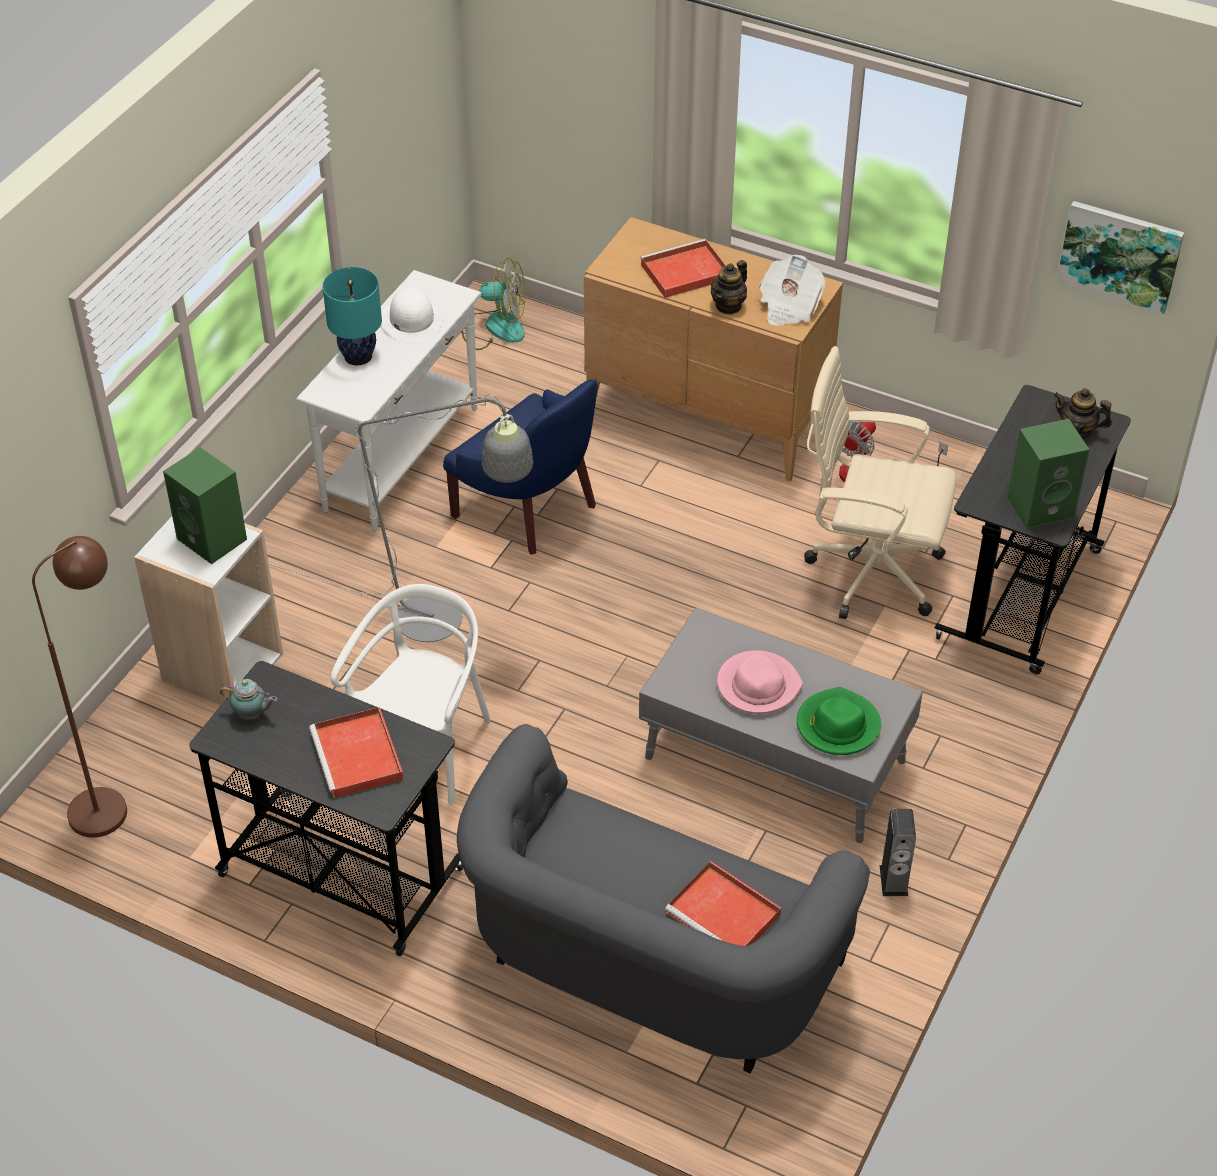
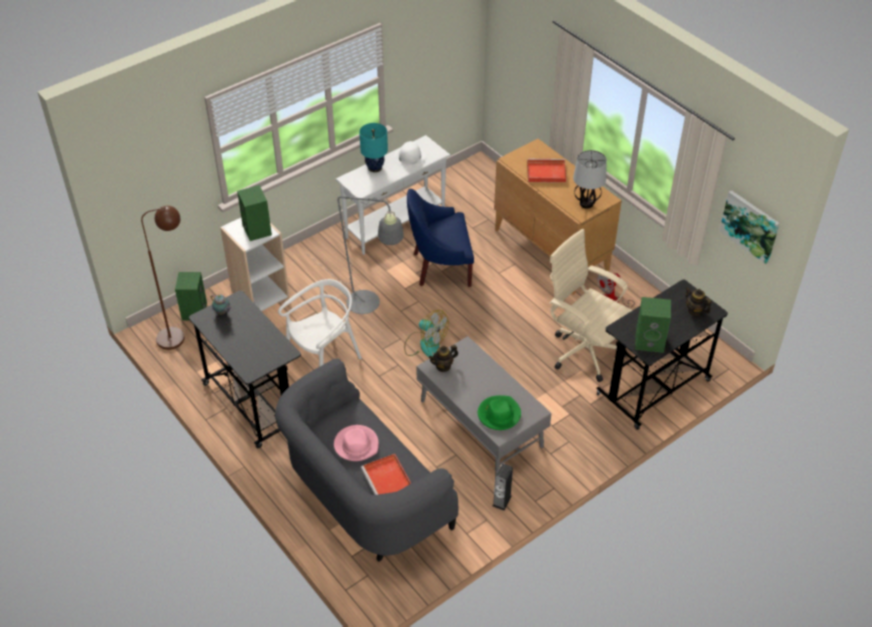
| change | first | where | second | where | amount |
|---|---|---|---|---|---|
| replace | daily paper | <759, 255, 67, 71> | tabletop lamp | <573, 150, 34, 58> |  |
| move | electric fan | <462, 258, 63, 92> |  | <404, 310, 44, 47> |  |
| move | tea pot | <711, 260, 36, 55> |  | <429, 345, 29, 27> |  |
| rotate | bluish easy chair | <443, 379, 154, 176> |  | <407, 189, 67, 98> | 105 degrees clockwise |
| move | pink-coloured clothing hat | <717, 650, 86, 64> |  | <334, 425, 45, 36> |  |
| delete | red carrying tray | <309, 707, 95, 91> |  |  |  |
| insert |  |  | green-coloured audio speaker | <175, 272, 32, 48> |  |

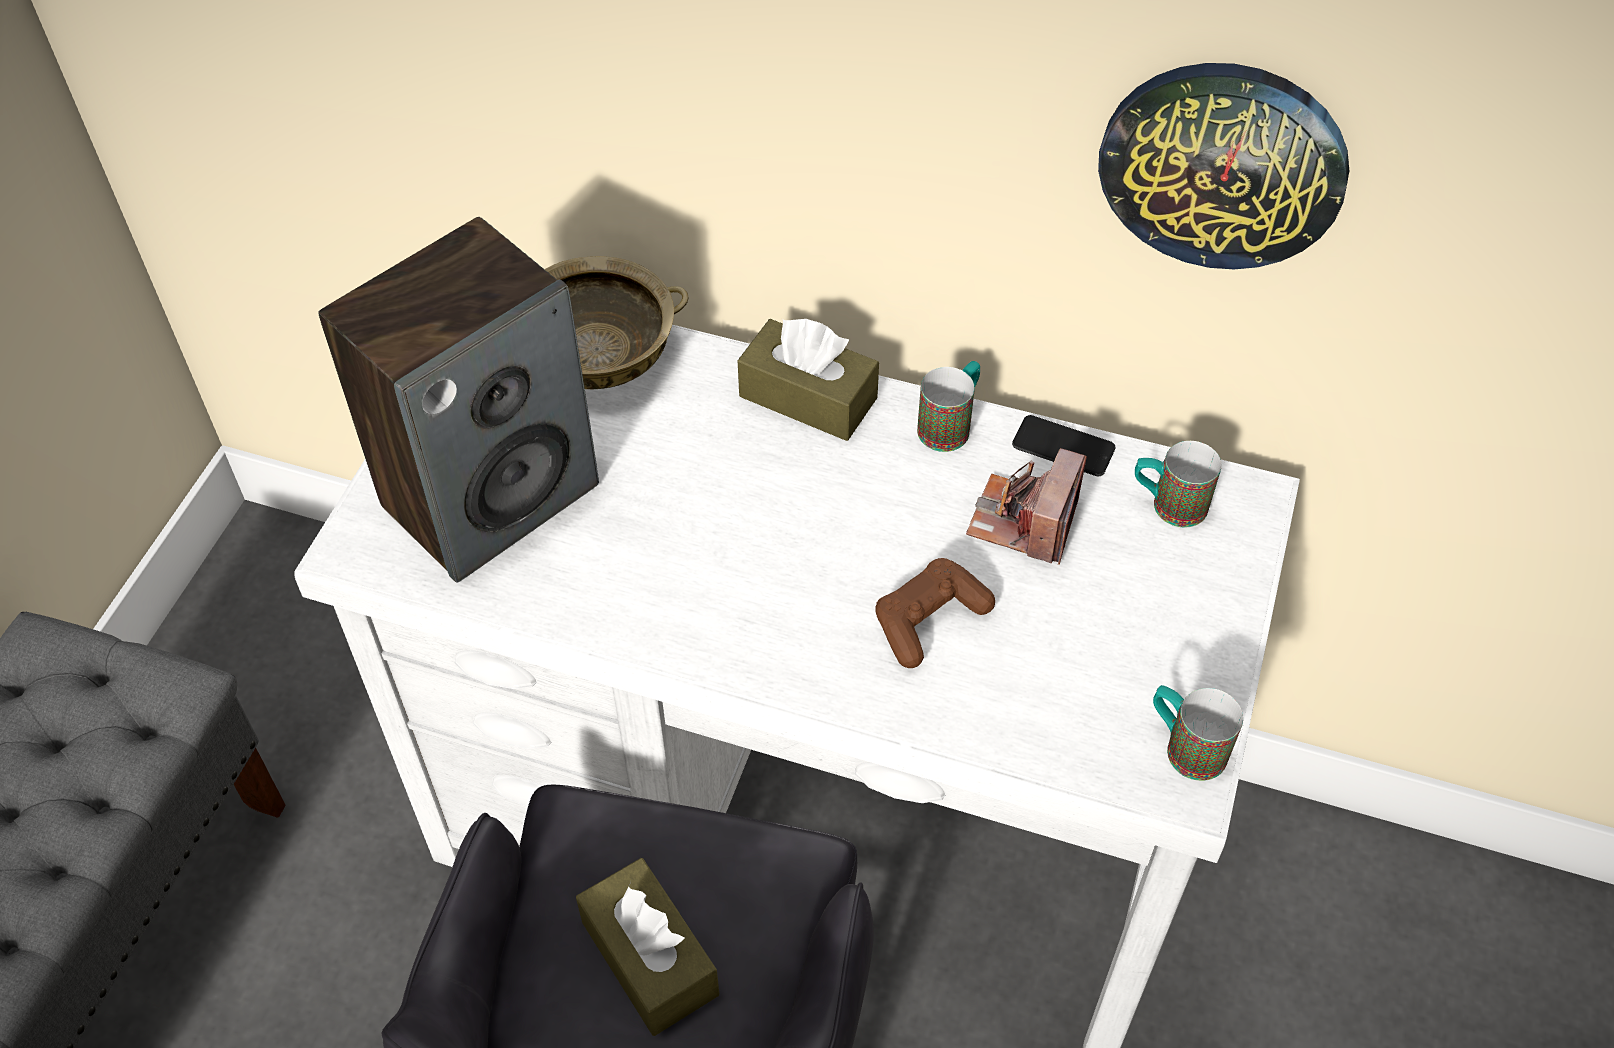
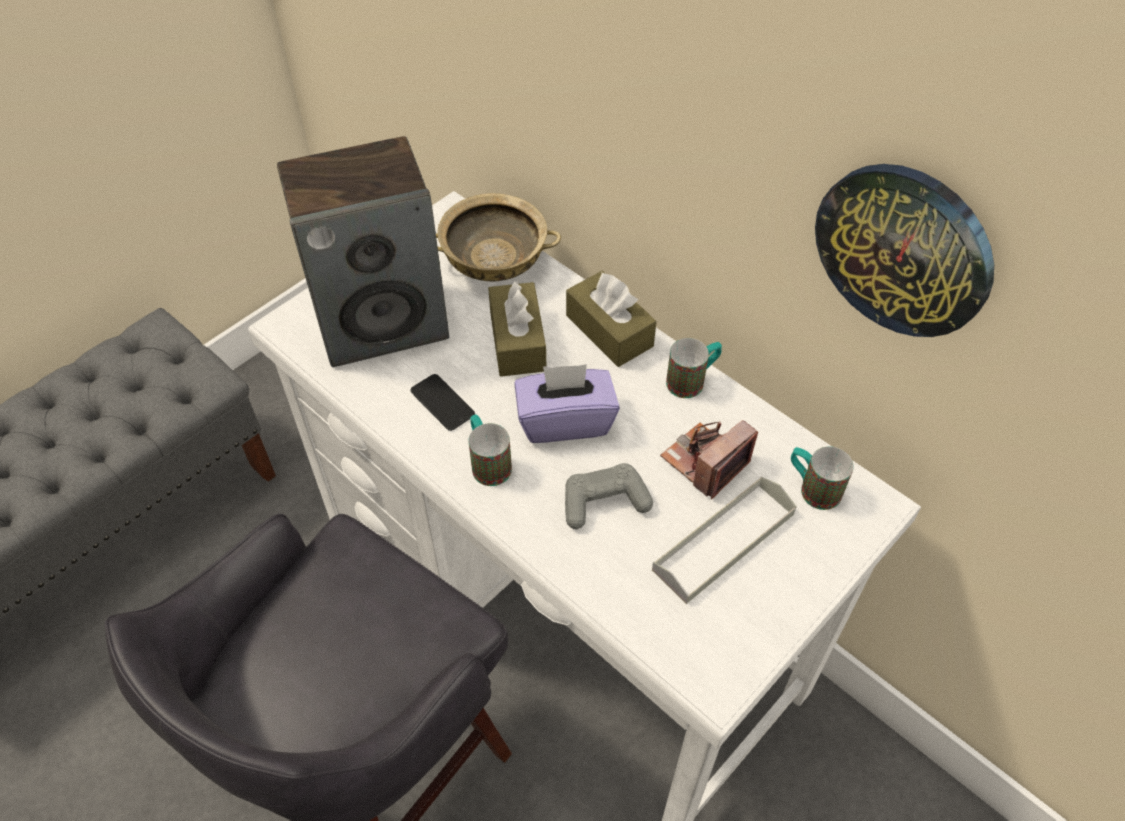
| change | first | where | second | where | amount |
|---|---|---|---|---|---|
| move | phone | <1012, 415, 103, 61> |  | <411, 374, 64, 57> |  |
| recolor | brown gamepad | <875, 558, 120, 110> | greyish gamepad | <565, 463, 88, 66> |  |
| move | tea mug | <1153, 685, 90, 96> |  | <469, 415, 43, 71> |  |
| move | brown tissue holder | <576, 858, 143, 178> |  | <488, 281, 58, 96> |  |
| insert |  |  | purplish tissue holder | <514, 364, 106, 79> |  |
| insert |  |  | greyish carrying tray | <652, 476, 145, 128> |  |

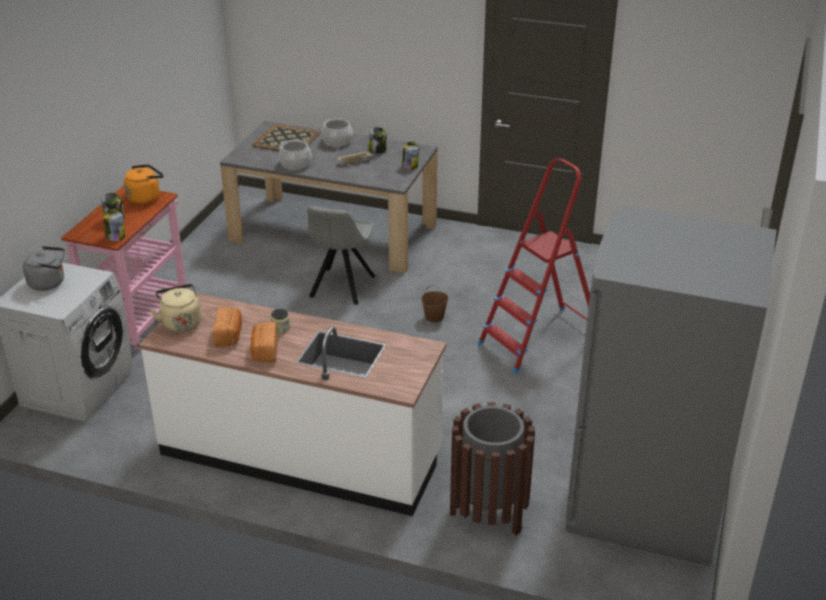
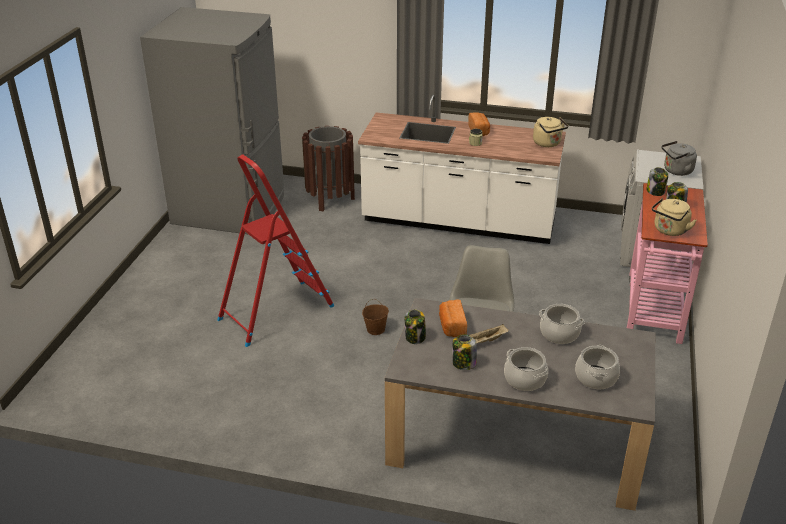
| change | first | where | second | where | amount |
|---|---|---|---|---|---|
| replace | carrying tray | <252, 124, 68, 27> | cooking pot | <575, 345, 45, 44> |  |
| recolor | orangey kettle | <124, 164, 40, 40> | beige-coloured kettle | <652, 198, 45, 38> |  |
| move | bread | <213, 307, 29, 40> |  | <439, 299, 28, 38> |  |

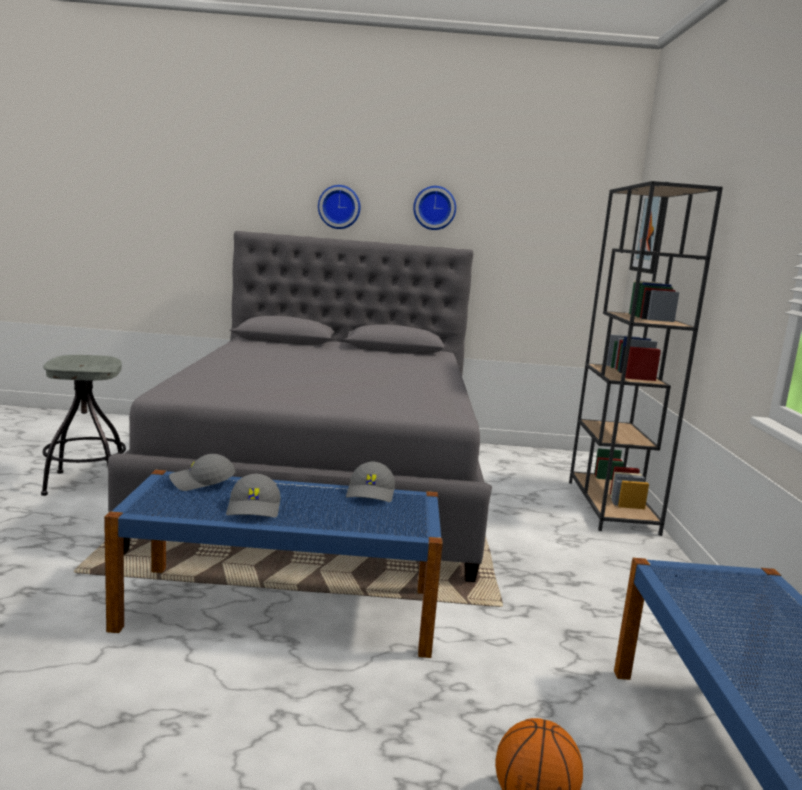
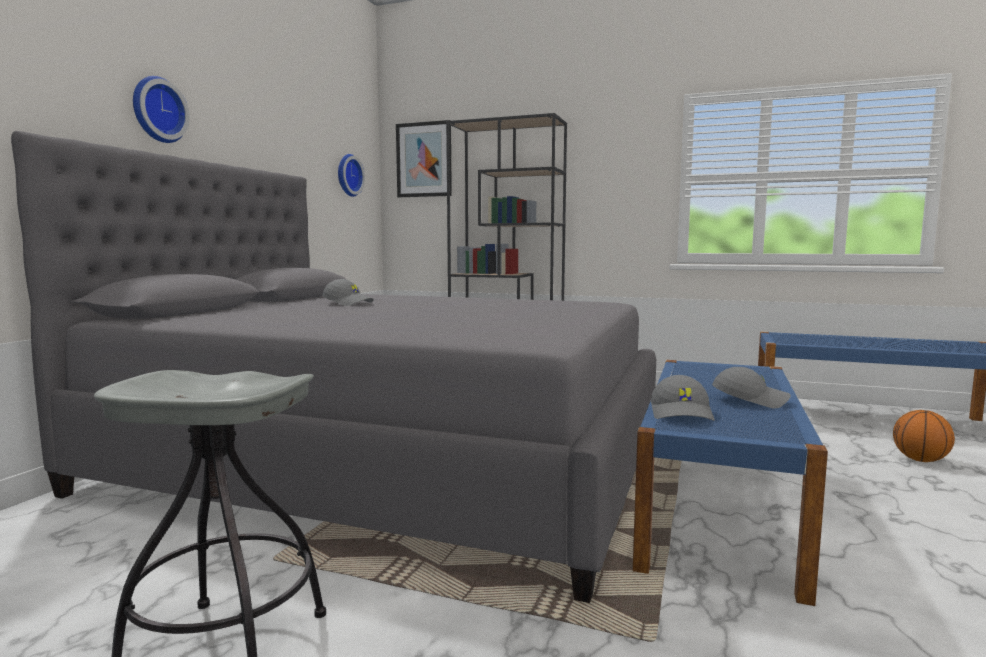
| change | first | where | second | where | amount |
|---|---|---|---|---|---|
| move | wall clock | <413, 186, 43, 44> |  | <338, 154, 27, 43> |  |
| move | greyish peaked cap | <346, 462, 49, 40> |  | <322, 279, 52, 27> |  |

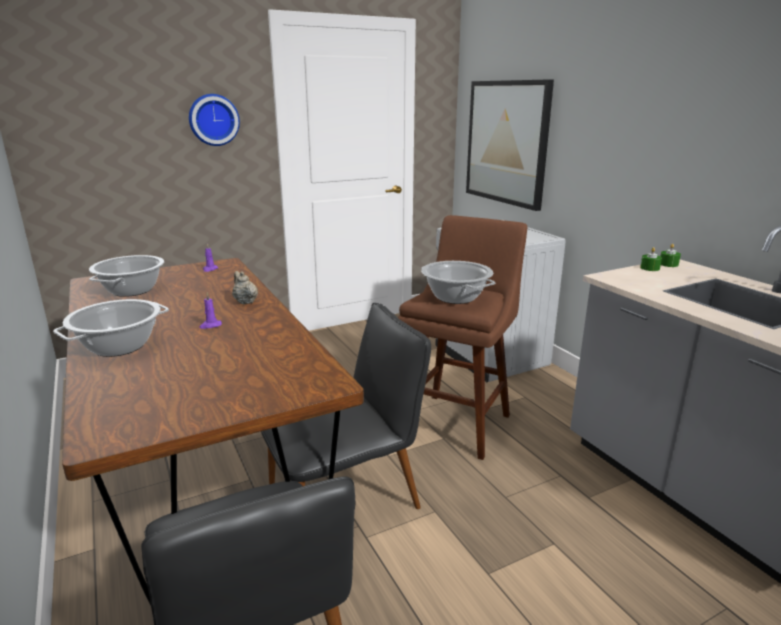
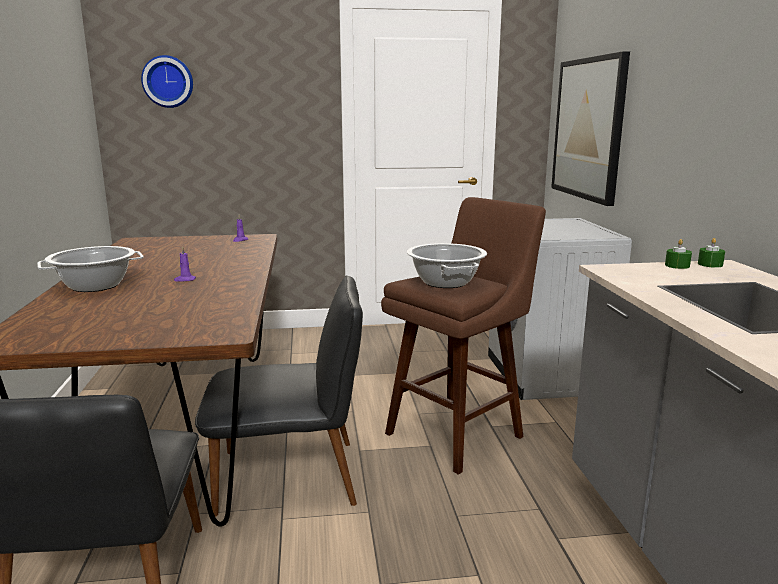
| change | first | where | second | where | amount |
|---|---|---|---|---|---|
| move | wall clock | <189, 94, 51, 52> |  | <141, 55, 52, 53> |  |
| delete | cooking pot | <89, 255, 75, 42> |  |  |  |
| delete | beige-coloured tea pot | <232, 271, 26, 33> |  |  |  |

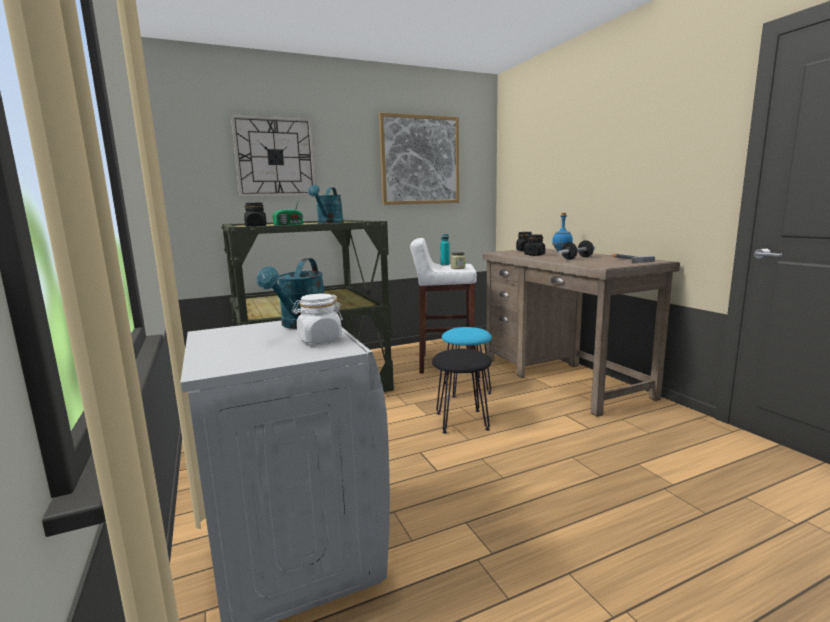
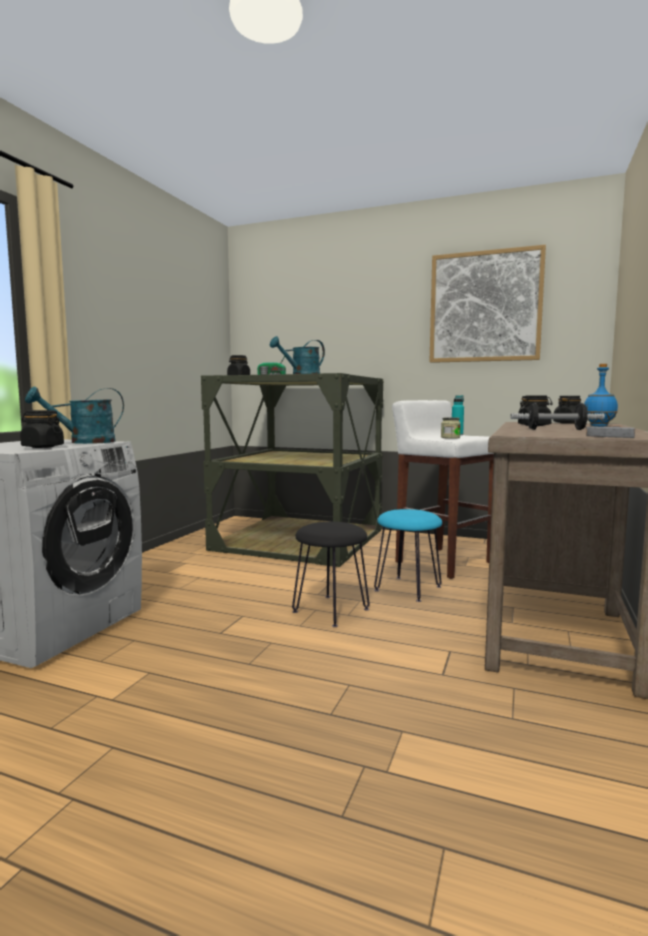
| change | first | where | second | where | amount |
|---|---|---|---|---|---|
| delete | wall clock | <231, 114, 85, 83> |  |  |  |
| recolor | white storage jar | <292, 294, 51, 49> | black storage jar | <20, 410, 44, 38> |  |

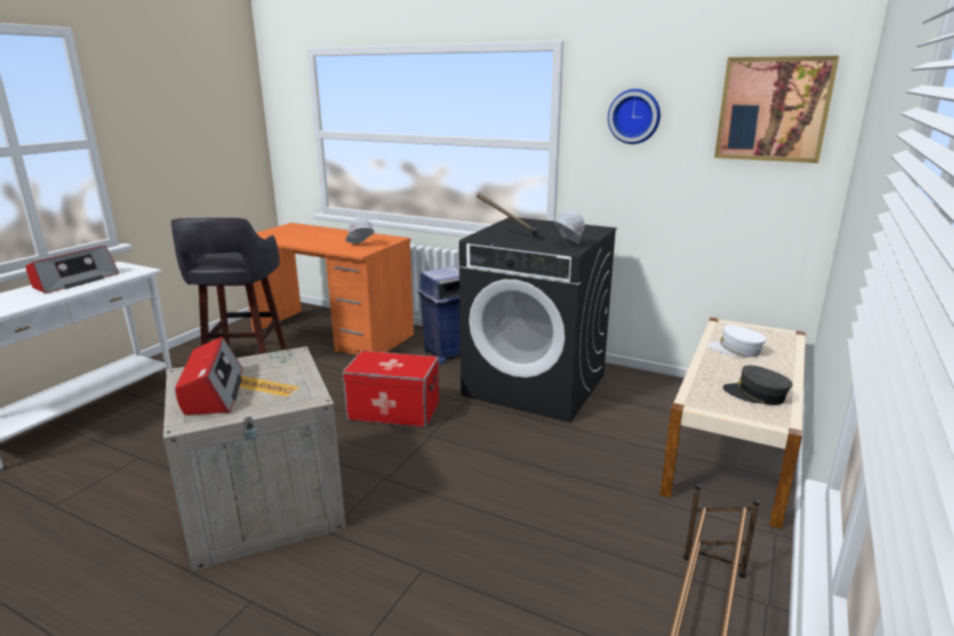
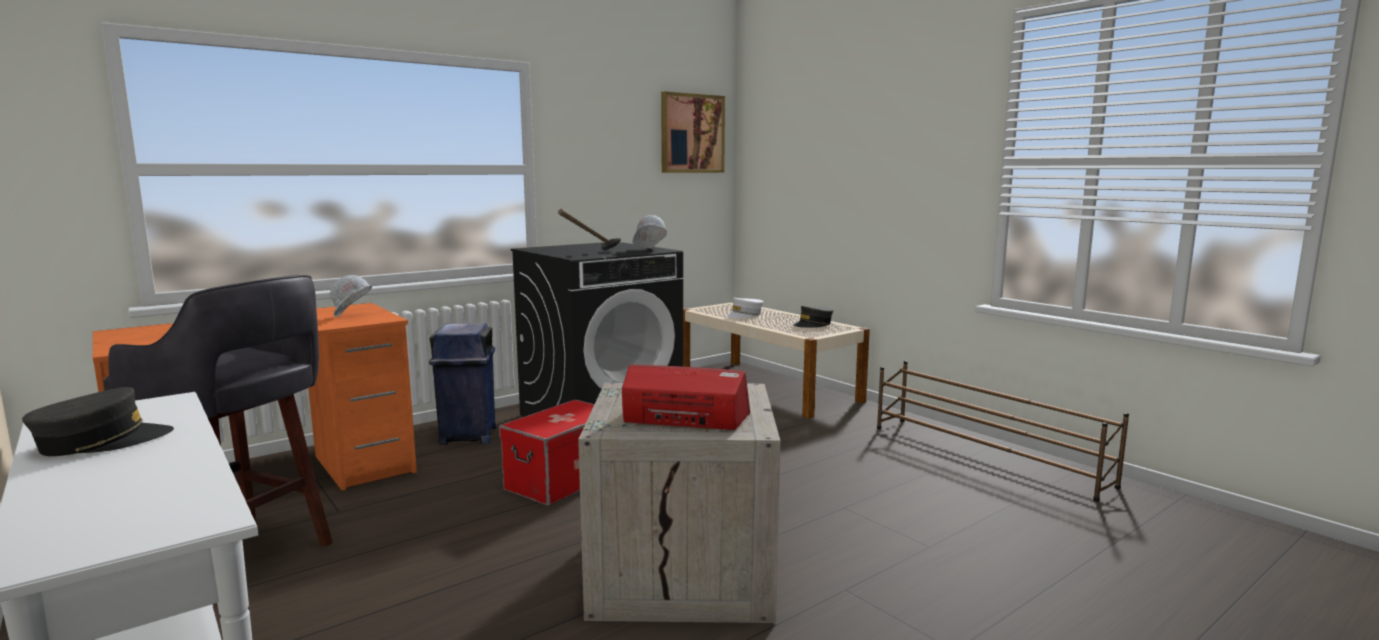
| change | first | where | second | where | amount |
|---|---|---|---|---|---|
| delete | wall clock | <608, 89, 52, 55> |  |  |  |
| replace | radio set | <25, 245, 94, 49> | greyish peaked cap | <22, 387, 152, 69> |  |

